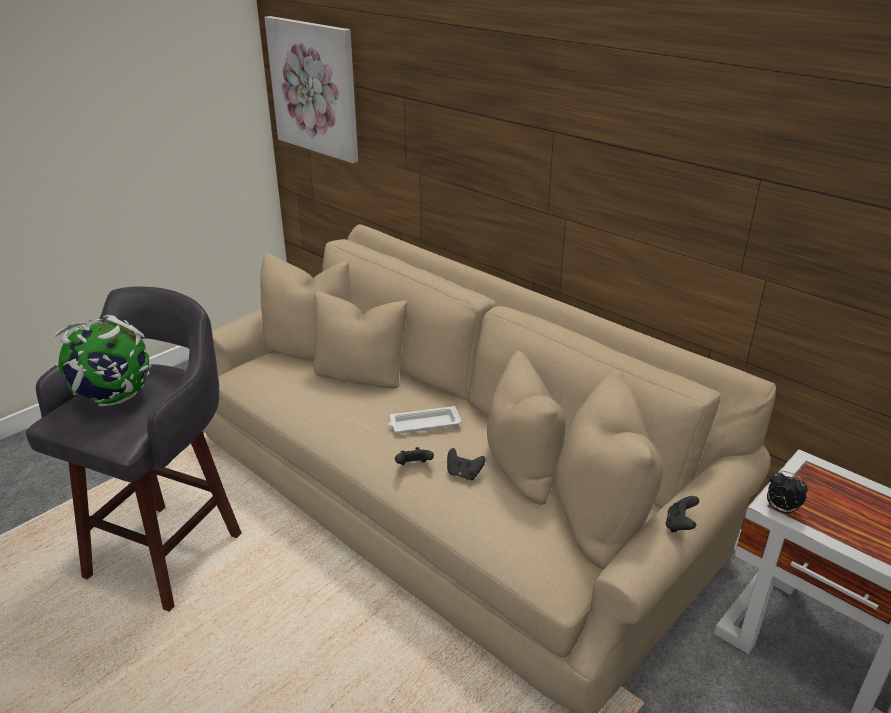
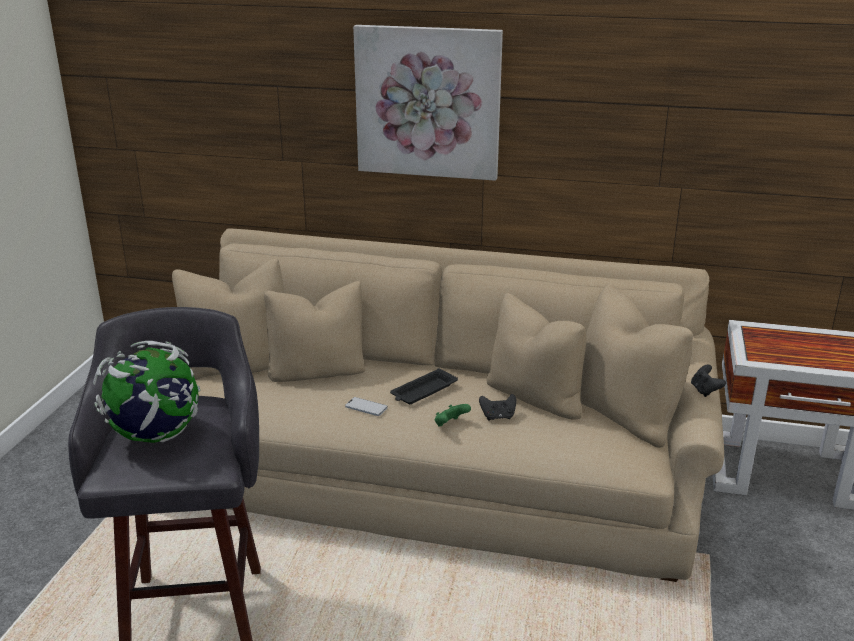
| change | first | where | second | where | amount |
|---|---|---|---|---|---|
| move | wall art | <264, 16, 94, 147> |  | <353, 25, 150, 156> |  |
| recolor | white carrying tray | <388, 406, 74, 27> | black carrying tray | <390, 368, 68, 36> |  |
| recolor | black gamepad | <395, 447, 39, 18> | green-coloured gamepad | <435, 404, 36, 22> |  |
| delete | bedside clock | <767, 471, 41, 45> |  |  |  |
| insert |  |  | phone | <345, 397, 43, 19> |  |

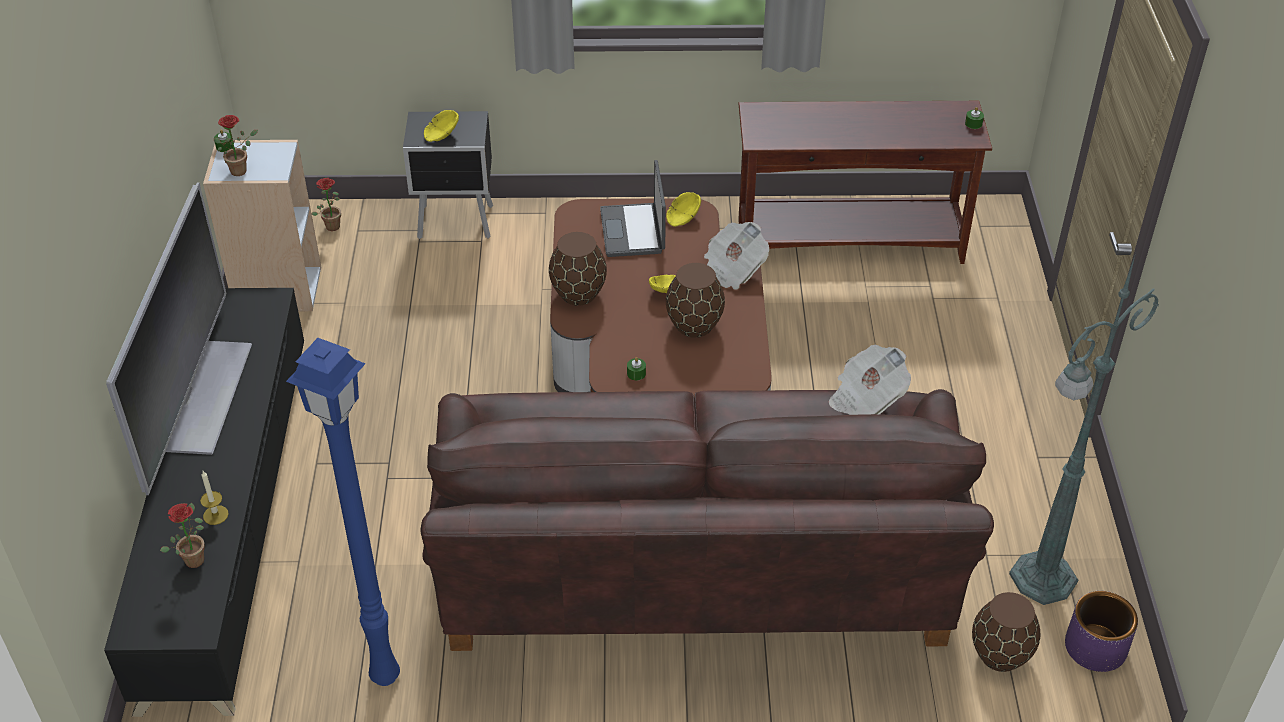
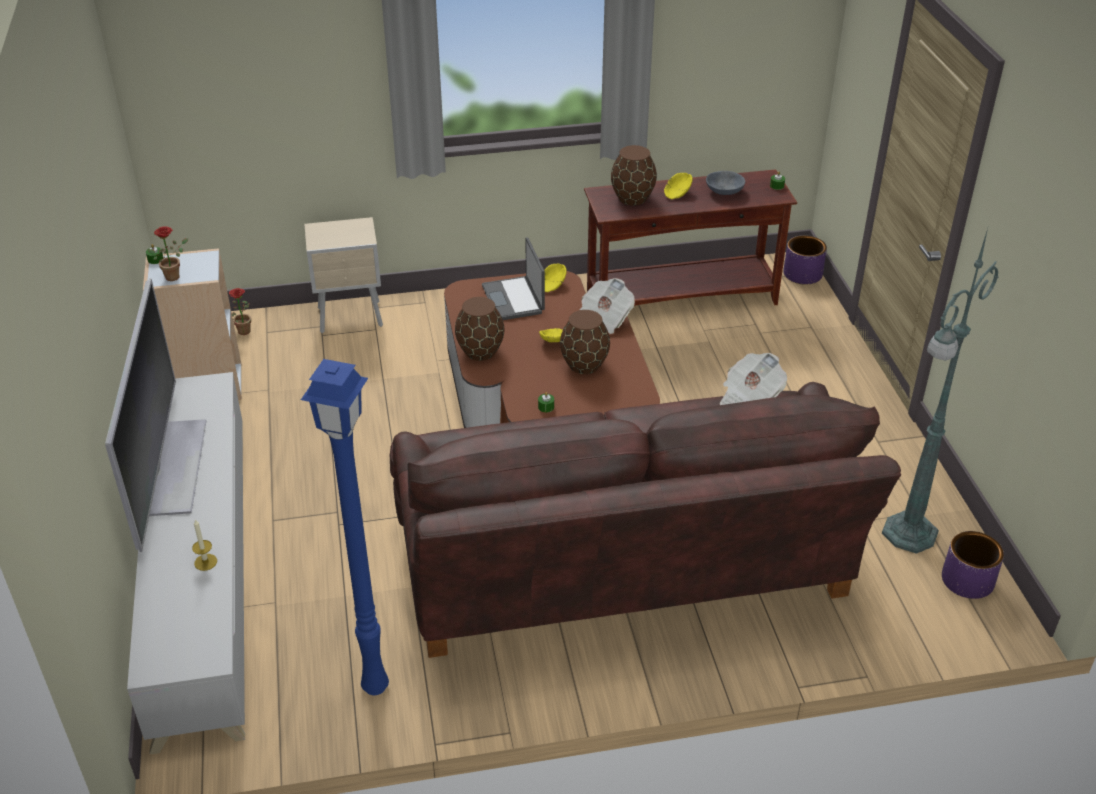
| change | first | where | second | where | amount |
|---|---|---|---|---|---|
| move | yellow-coloured deep dish | <424, 110, 35, 32> |  | <664, 173, 29, 26> |  |
| recolor | black bedside table | <403, 111, 90, 128> | beige-coloured bedside table | <304, 217, 79, 116> |  |
| recolor | black media console | <104, 288, 200, 429> | white media console | <127, 372, 118, 382> |  |
| delete | houseplant | <160, 503, 45, 65> |  |  |  |
| move | brown vase | <972, 592, 68, 80> |  | <611, 145, 46, 61> |  |
| insert |  |  | greyish deep dish | <706, 171, 39, 24> |  |
| insert |  |  | purplish planter | <783, 235, 44, 50> |  |

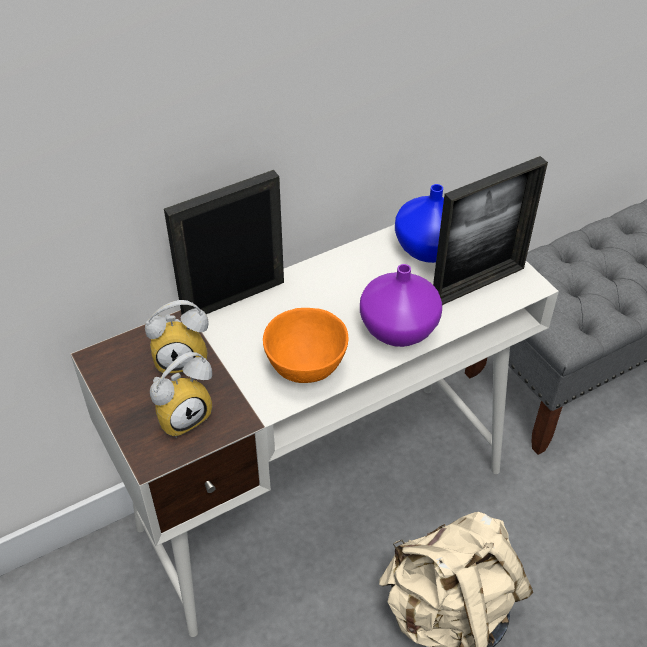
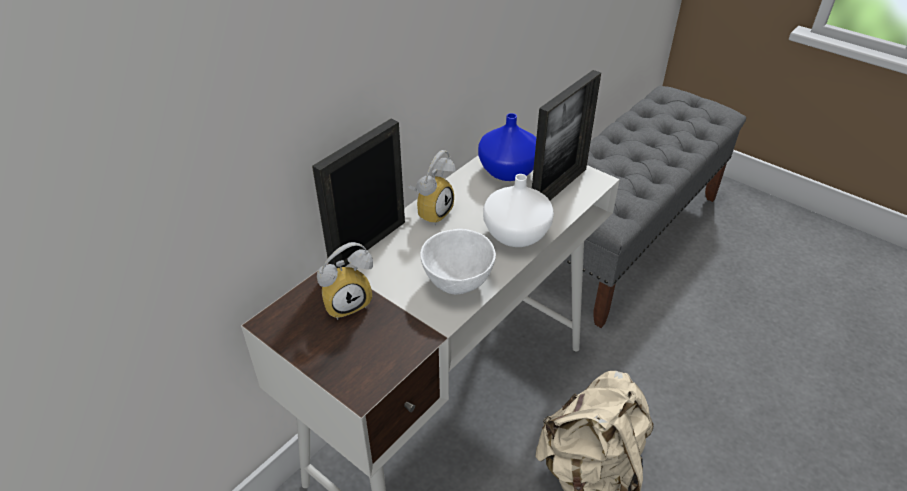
| change | first | where | second | where | amount |
|---|---|---|---|---|---|
| recolor | purplish vase | <360, 264, 82, 83> | white vase | <483, 174, 71, 73> |  |
| recolor | orangey deep dish | <263, 308, 85, 75> | white deep dish | <420, 229, 76, 65> |  |
| move | bedside clock | <150, 352, 63, 86> |  | <408, 150, 48, 76> |  |

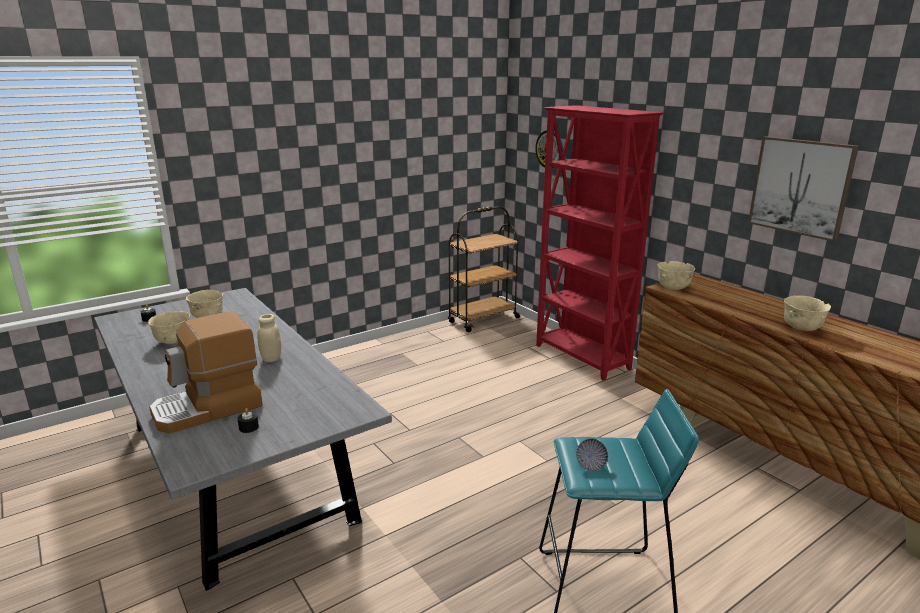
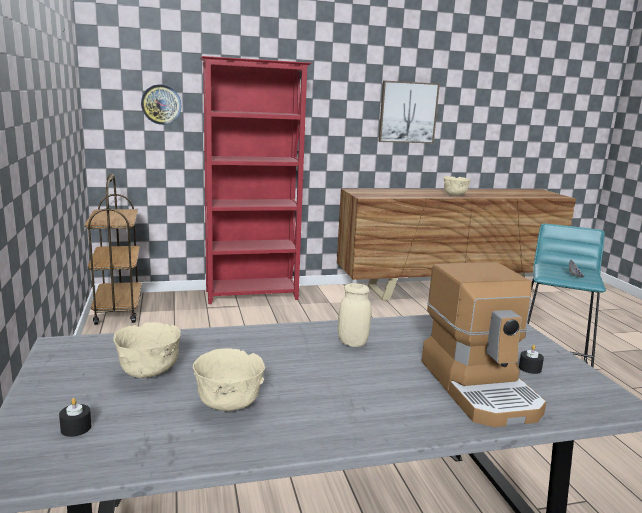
| change | first | where | second | where | amount |
|---|---|---|---|---|---|
| delete | beige-coloured deep dish | <658, 261, 37, 29> |  |  |  |

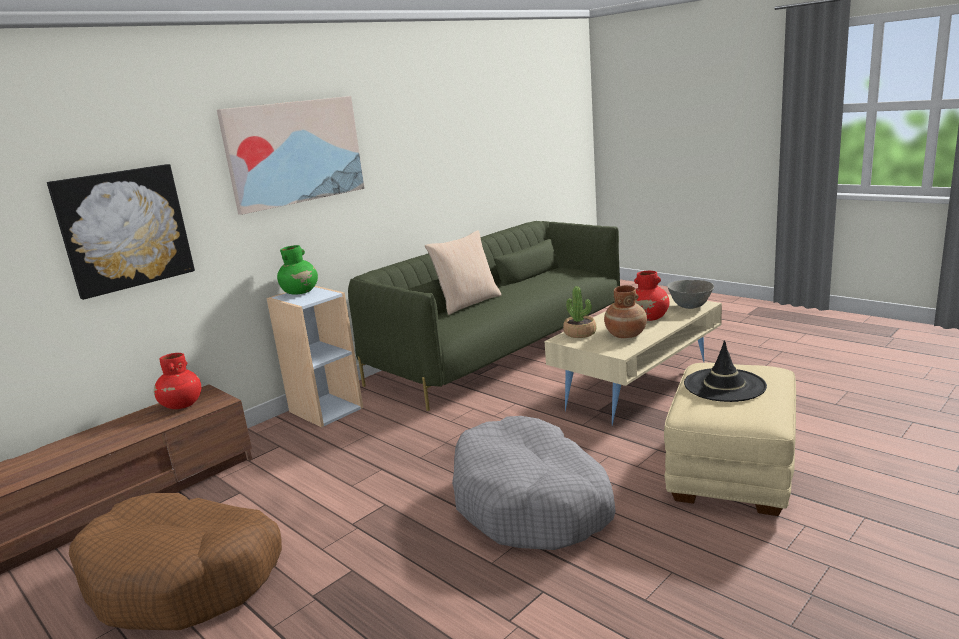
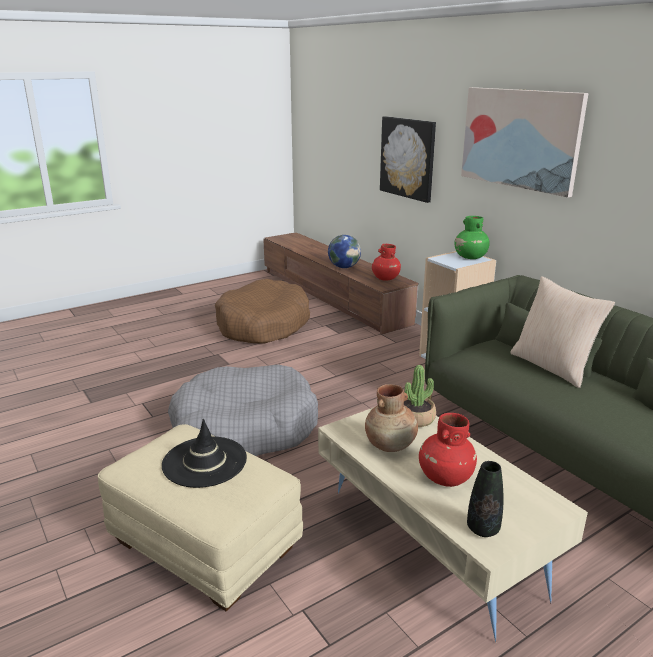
| change | first | where | second | where | amount |
|---|---|---|---|---|---|
| replace | greyish deep dish | <667, 280, 47, 29> | black vase | <467, 461, 36, 76> |  |
| insert |  |  | globe | <328, 235, 33, 33> |  |

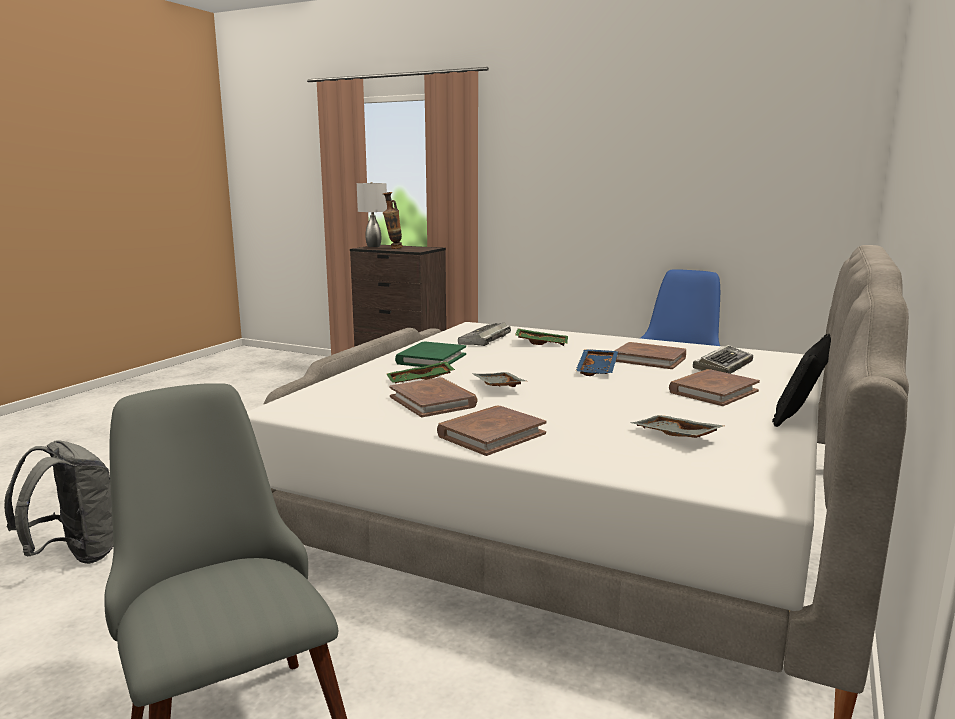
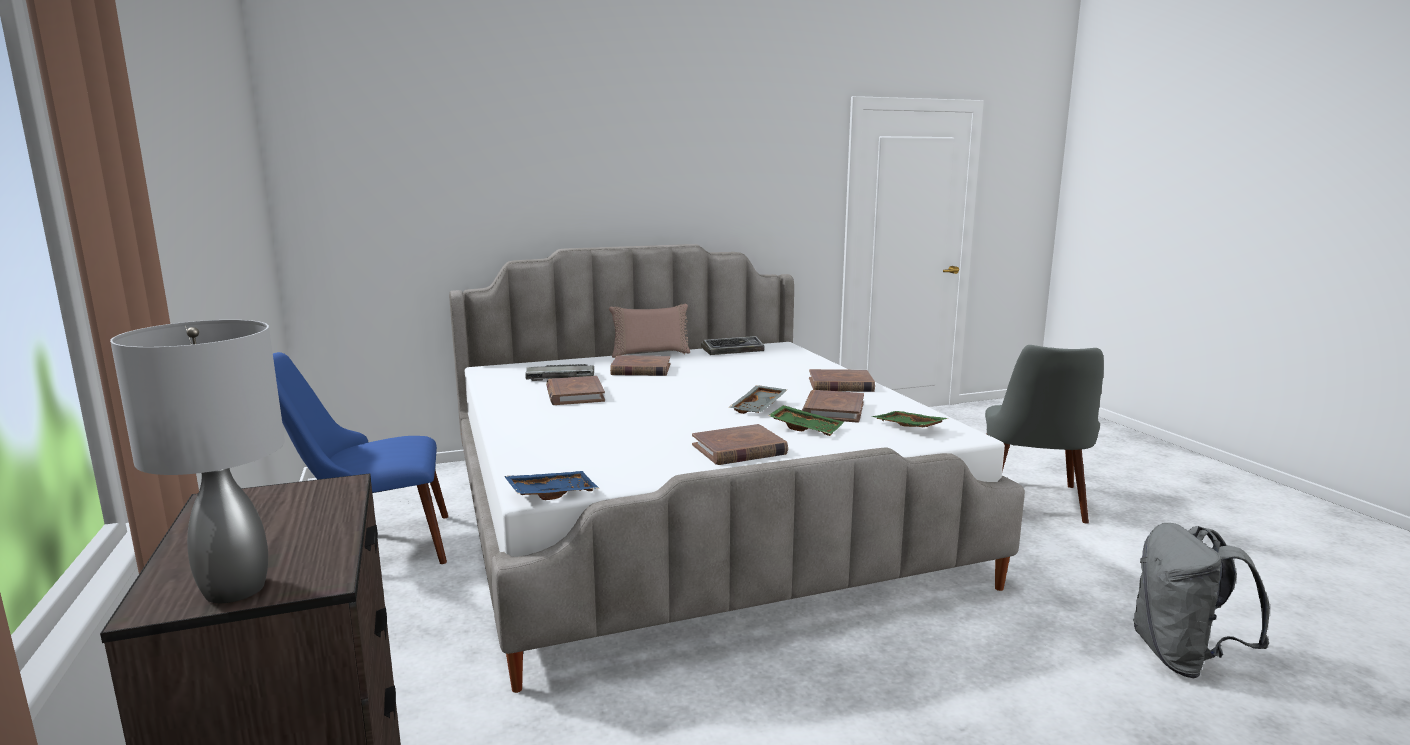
| change | first | where | second | where | amount |
|---|---|---|---|---|---|
| delete | vase | <383, 192, 20, 57> |  |  |  |
| move | PC keyboard | <458, 323, 53, 23> |  | <701, 336, 64, 19> |  |
| move | green-coloured carrying tray | <515, 328, 53, 18> |  | <871, 411, 78, 16> |  |
| recolor | black cushion | <772, 333, 59, 94> | beige-coloured cushion | <609, 304, 81, 54> |  |
| recolor | green-coloured book | <395, 342, 71, 25> | brown book | <692, 424, 96, 41> |  |
| move | bluish carrying tray | <576, 349, 42, 27> |  | <504, 471, 95, 29> |  |
| delete | greyish carrying tray | <631, 415, 93, 23> |  |  |  |

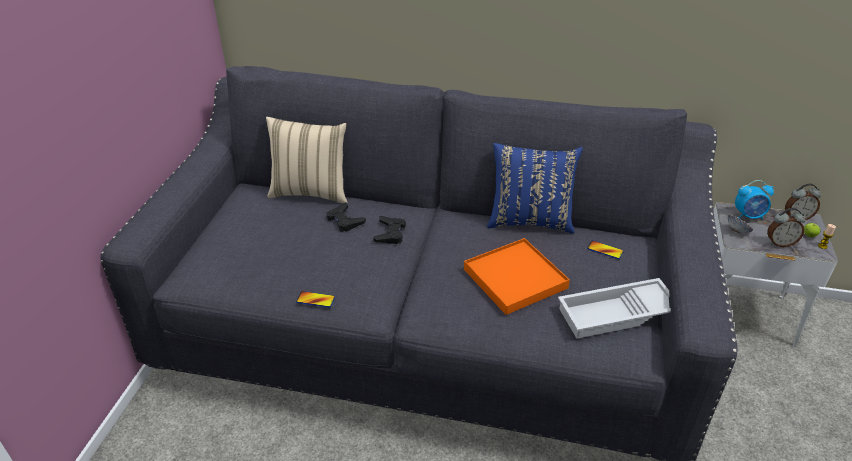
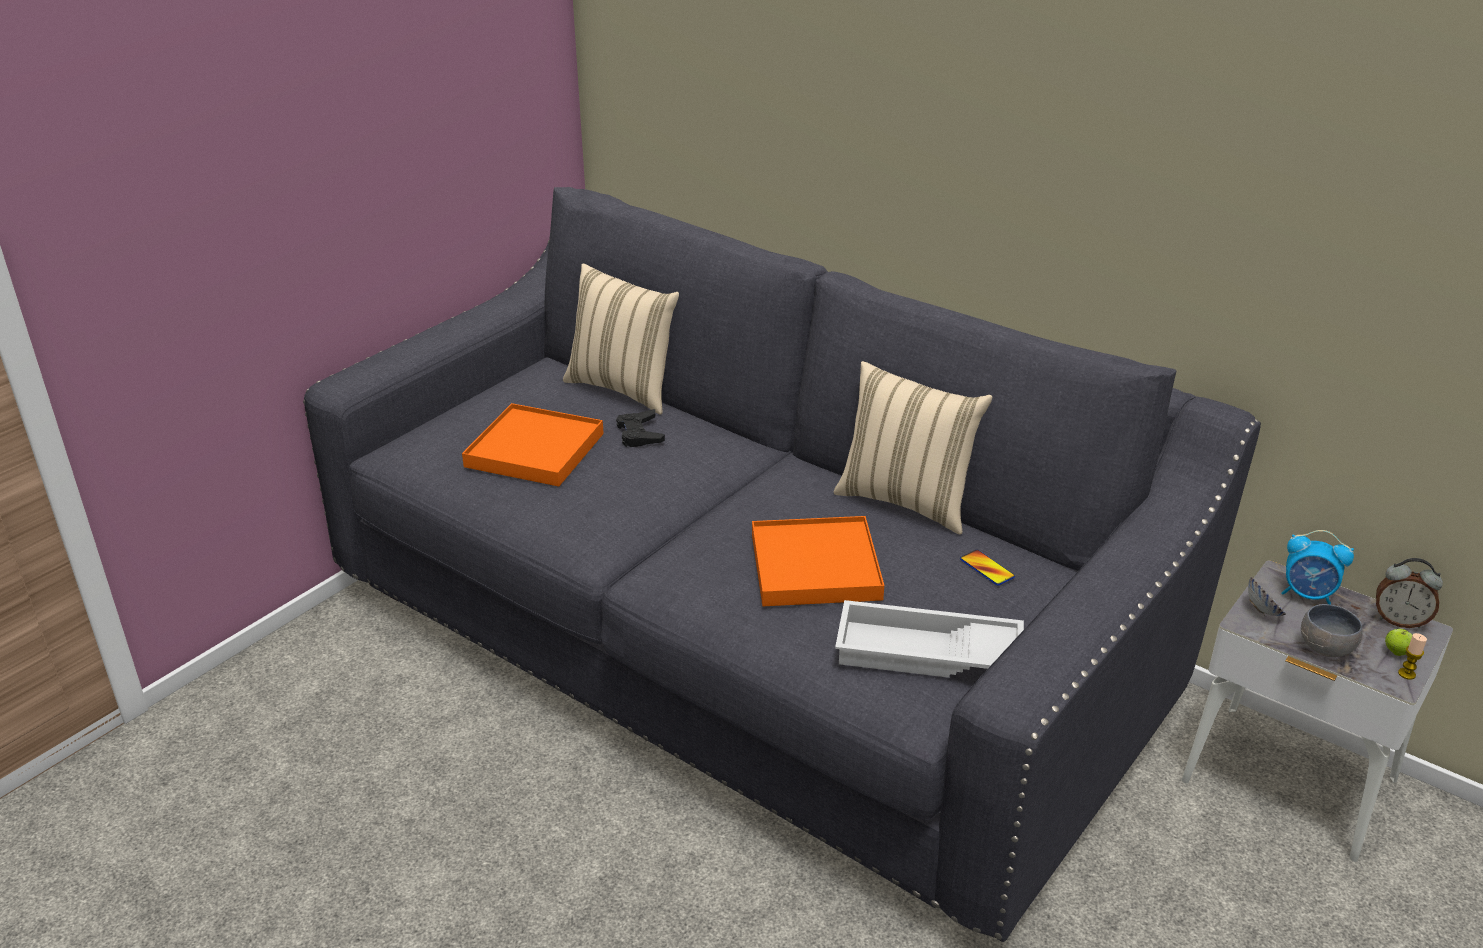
| change | first | where | second | where | amount |
|---|---|---|---|---|---|
| recolor | bluish cushion | <487, 143, 96, 91> | beige-coloured cushion | <834, 361, 158, 174> |  |
| replace | bedside clock | <767, 208, 38, 39> | greyish deep dish | <1301, 604, 61, 53> |  |
| delete | black gamepad | <373, 216, 33, 28> |  |  |  |
| delete | phone | <296, 291, 39, 17> |  |  |  |
| insert |  |  | orangey carrying tray | <462, 403, 142, 84> |  |

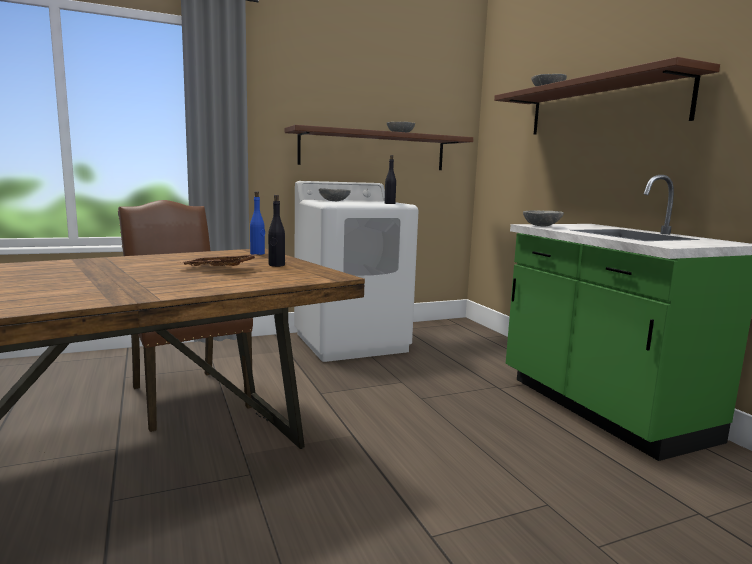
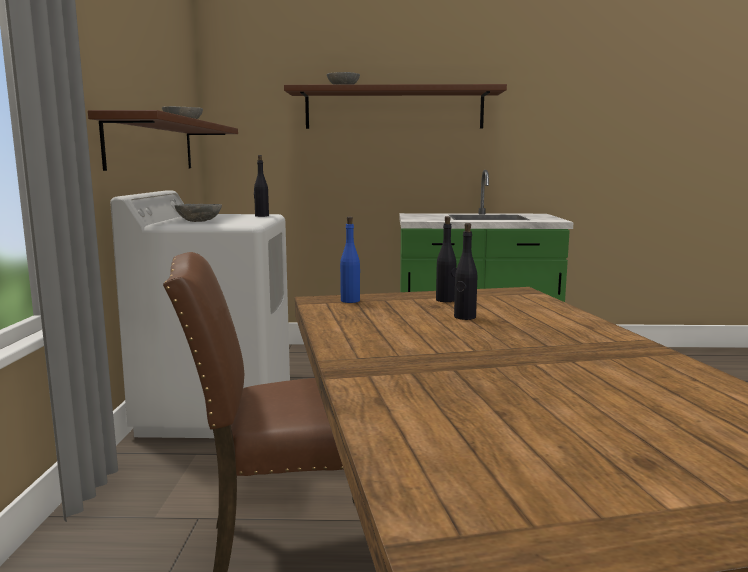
| change | first | where | second | where | amount |
|---|---|---|---|---|---|
| delete | greyish deep dish | <523, 210, 41, 17> |  |  |  |
| replace | brown carrying tray | <177, 254, 80, 12> | black bottle | <454, 223, 23, 97> |  |

